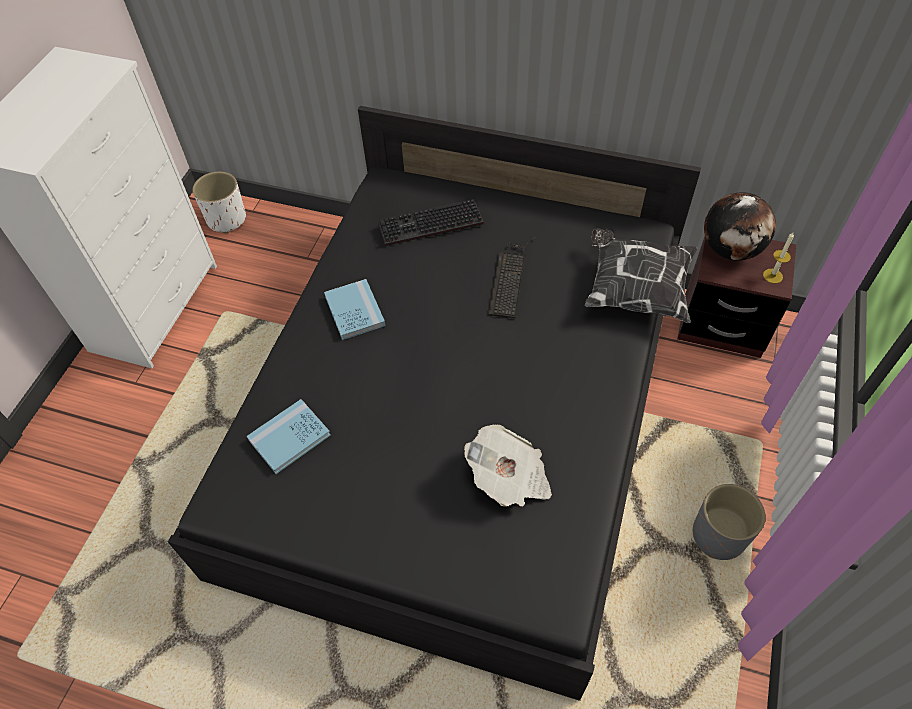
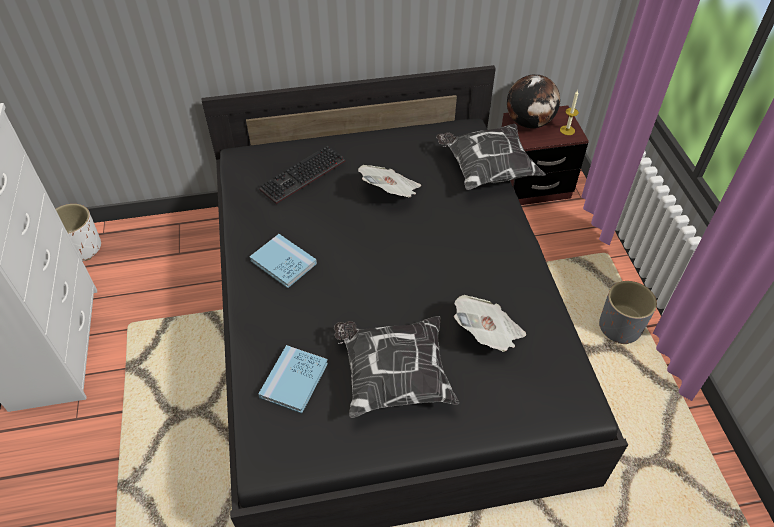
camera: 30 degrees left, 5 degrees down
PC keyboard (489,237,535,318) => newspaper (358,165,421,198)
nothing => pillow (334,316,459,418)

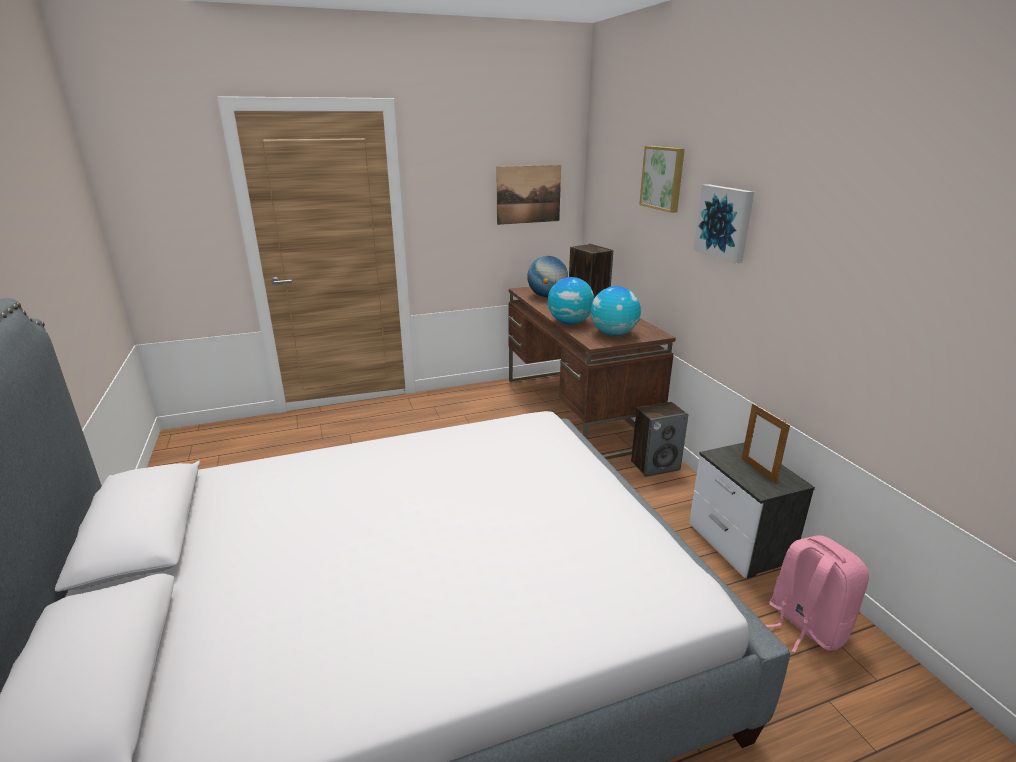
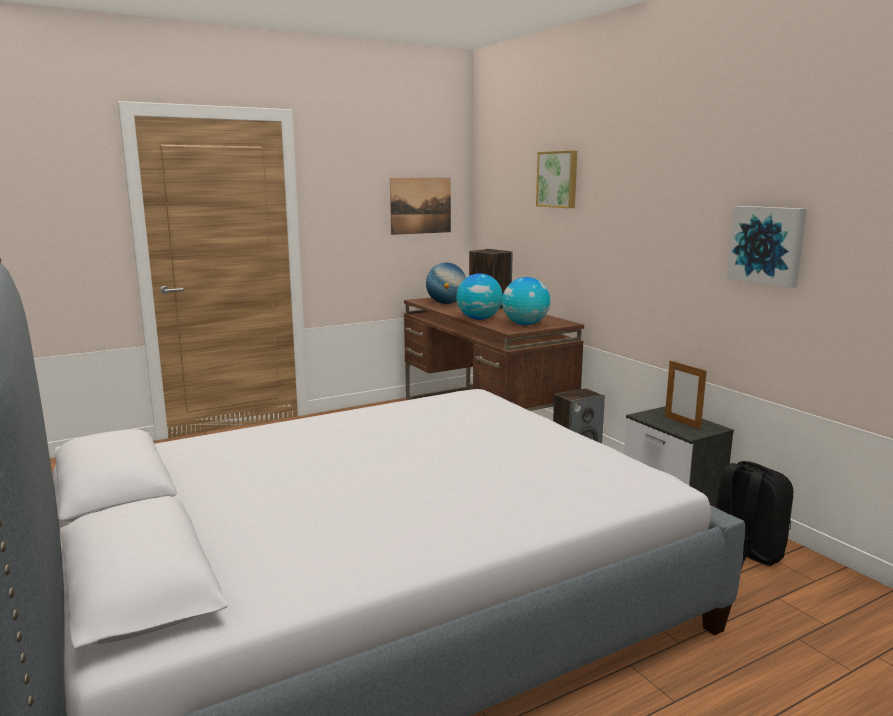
camera: 10 degrees left, 10 degrees down
wall art (694,184,754,264) => wall art (727,206,807,288), relocated
pink-coloured backpack (766,535,869,653) => blackish backpack (716,461,793,570)

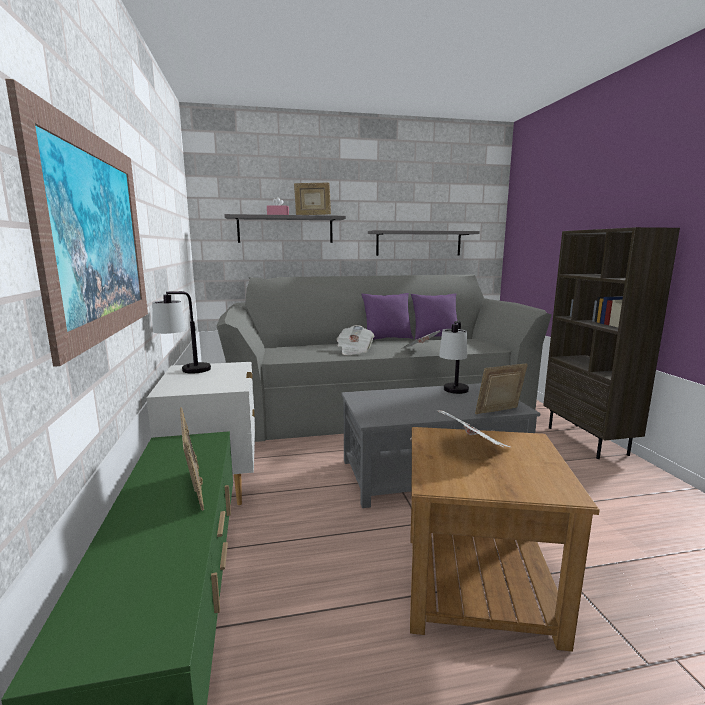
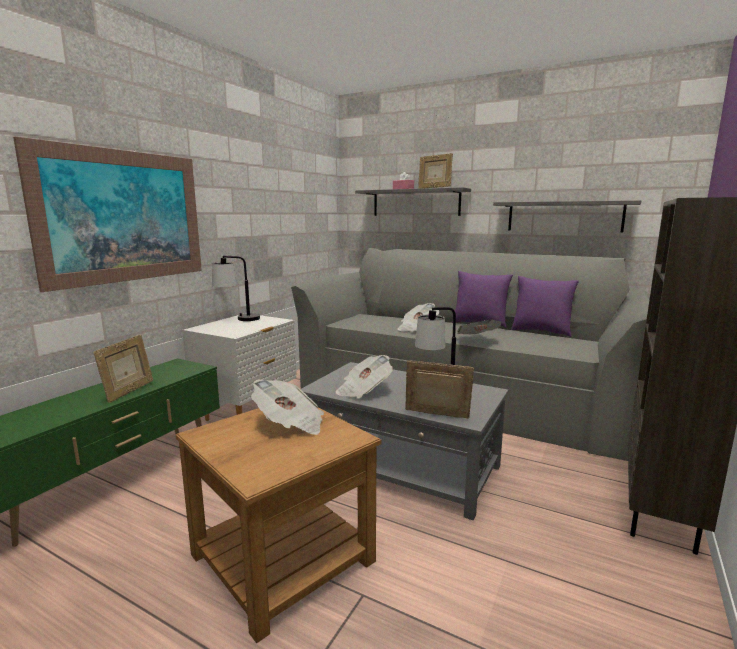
camera: 40 degrees right, 0 degrees up
nothing => newspaper (335,355,393,398)

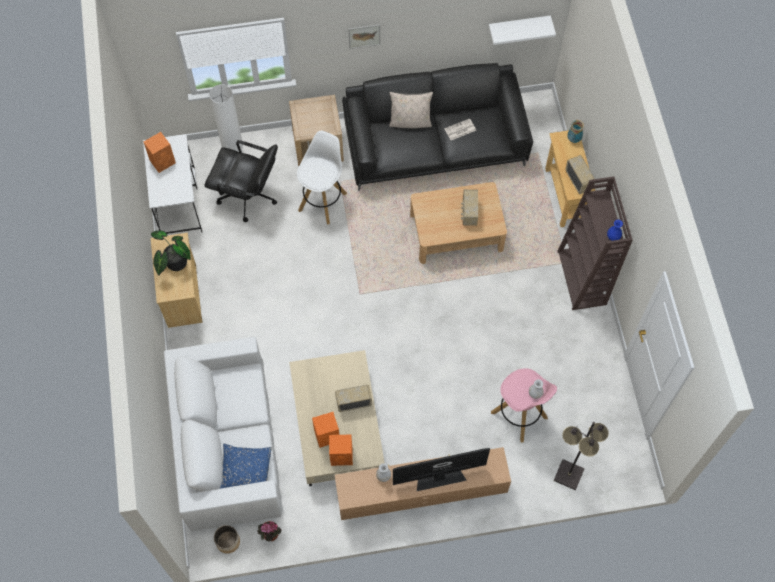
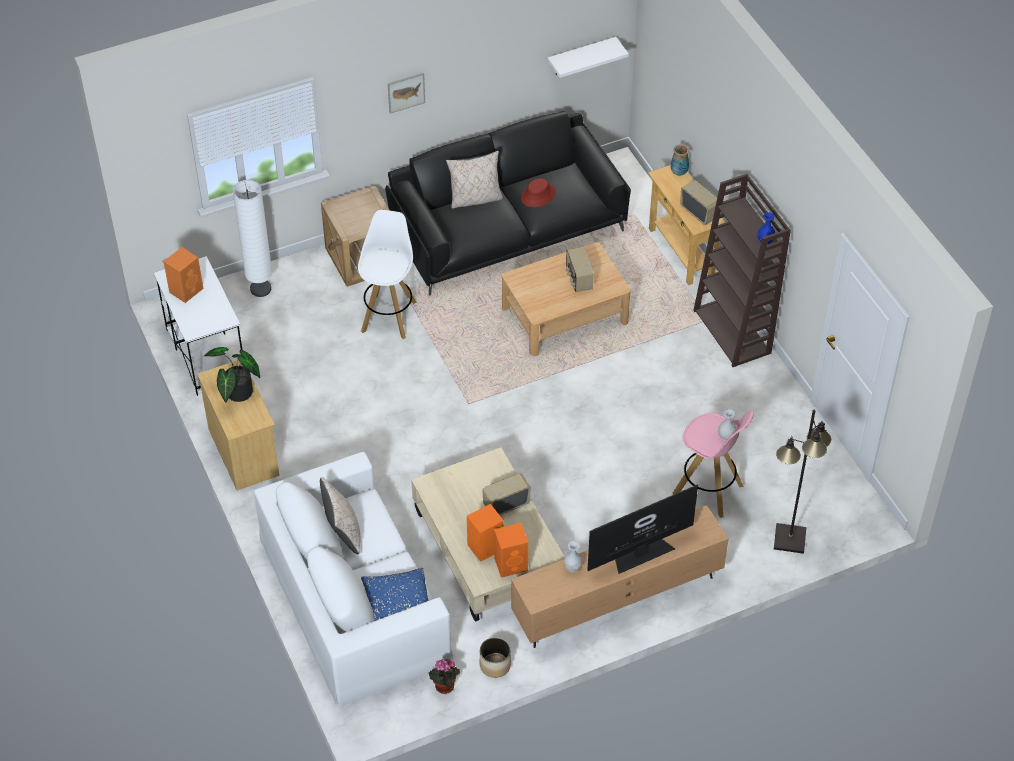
camera: 15 degrees left, 15 degrees down
blackish office chair (204,140,278,222) => nothing
planter (214,525,240,554) => planter (480,637,511,678), relocated
newspaper (444,119,476,140) => reddish clothing hat (521,178,556,207)
nothing => beige pillow (320,477,360,554)

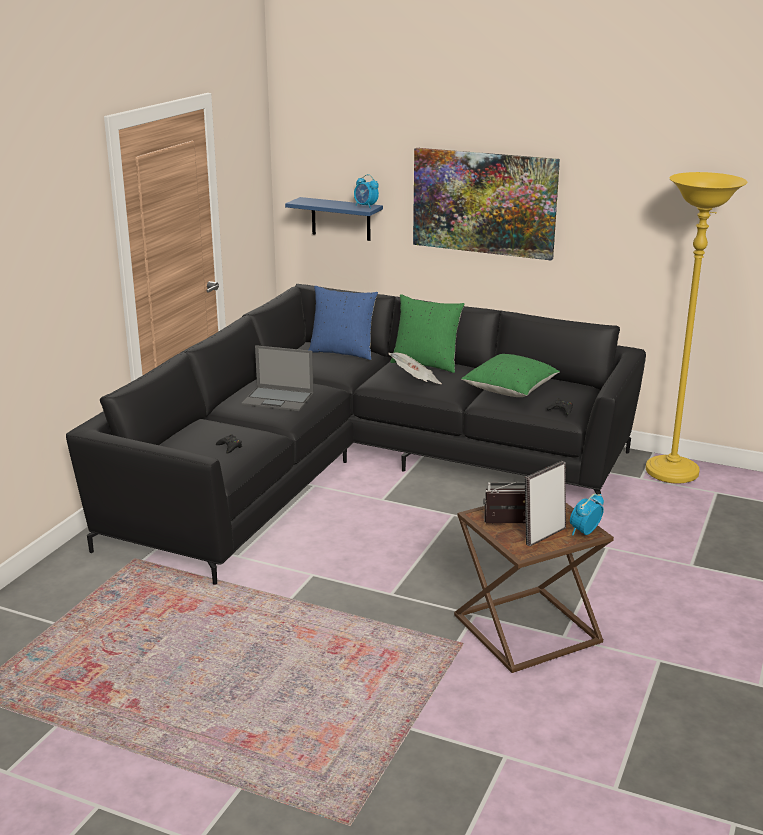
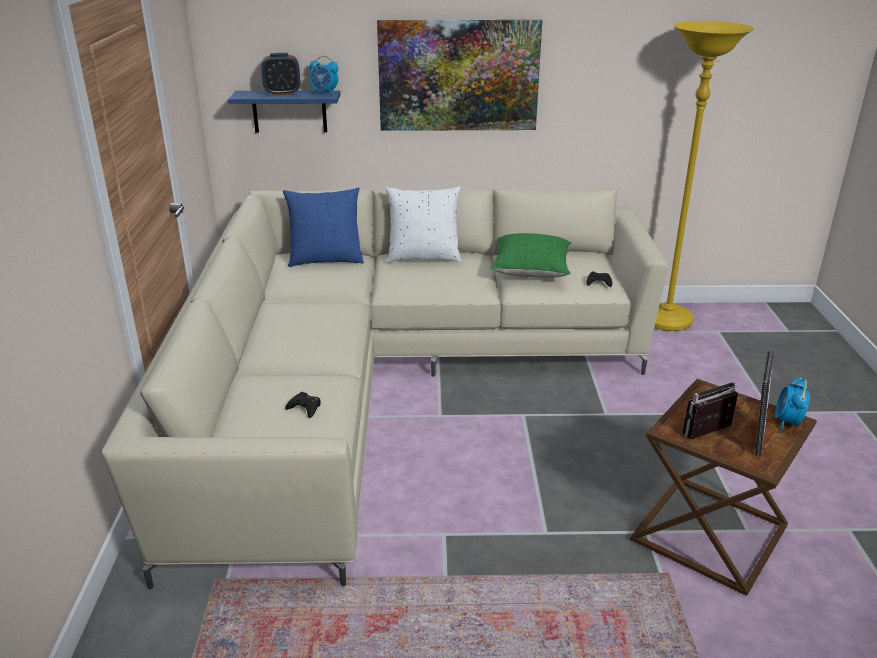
camera: 25 degrees left, 5 degrees up
blackish settee (66,284,646,585) => beige settee (102,188,668,589)
portable computer (241,345,314,411) => nothing
newspaper (388,352,442,384) => nothing
green pillow (390,294,465,373) => whitish pillow (385,186,461,263)
nothing => bedside clock (262,53,301,96)

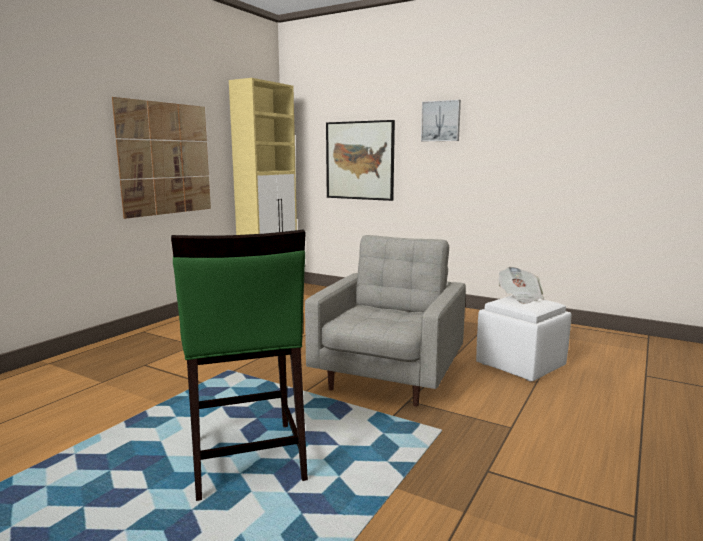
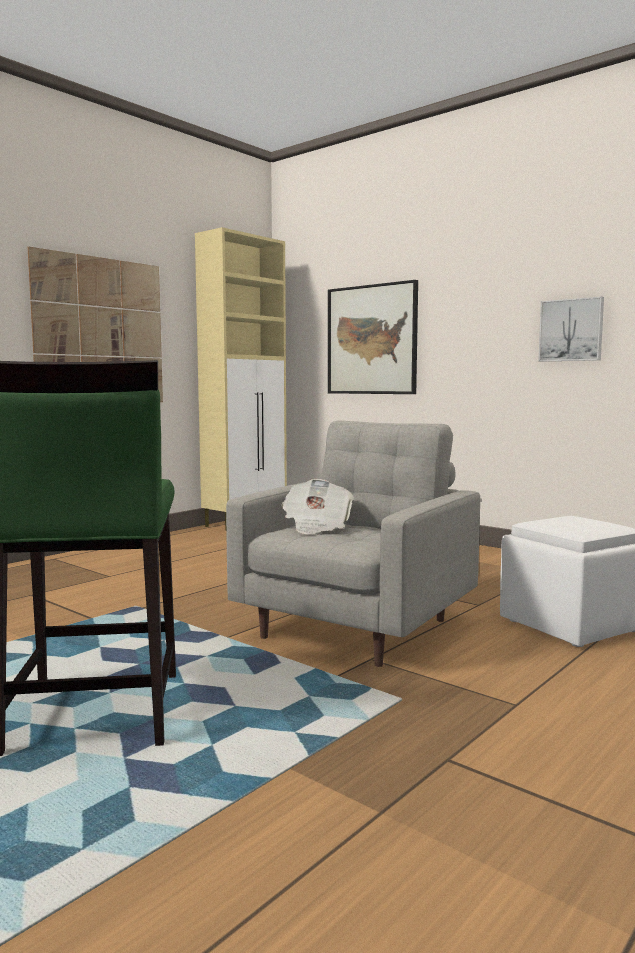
camera: 10 degrees right, 5 degrees down
wall art (421,100,461,141) => wall art (538,297,604,362), relocated
newspaper (498,267,544,304) => newspaper (281,479,354,534), relocated

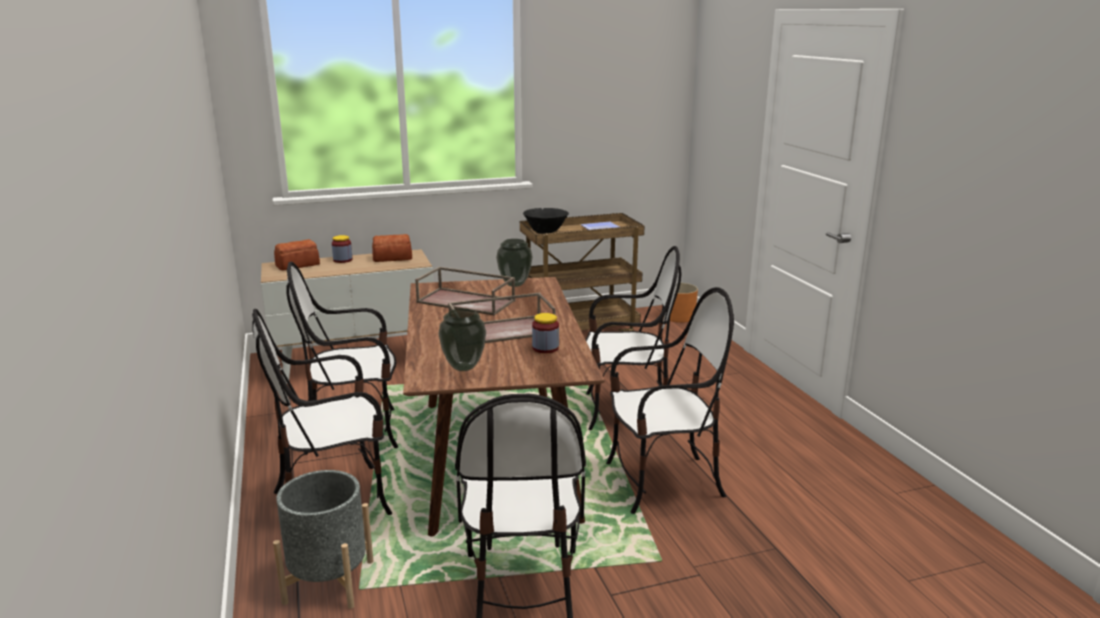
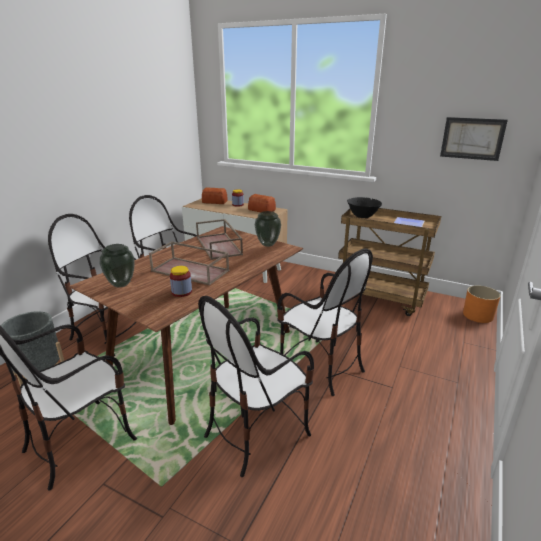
camera: 45 degrees right, 5 degrees up
chair (606,287,734,514) => chair (198,296,314,477), 105 degrees clockwise
nothing => wall art (440,117,508,161)

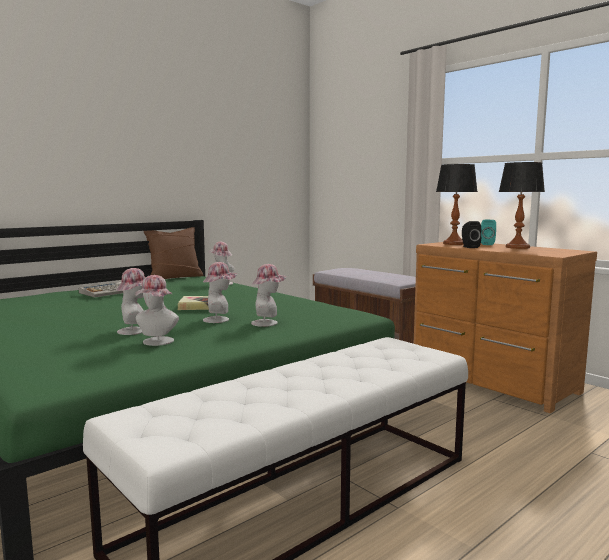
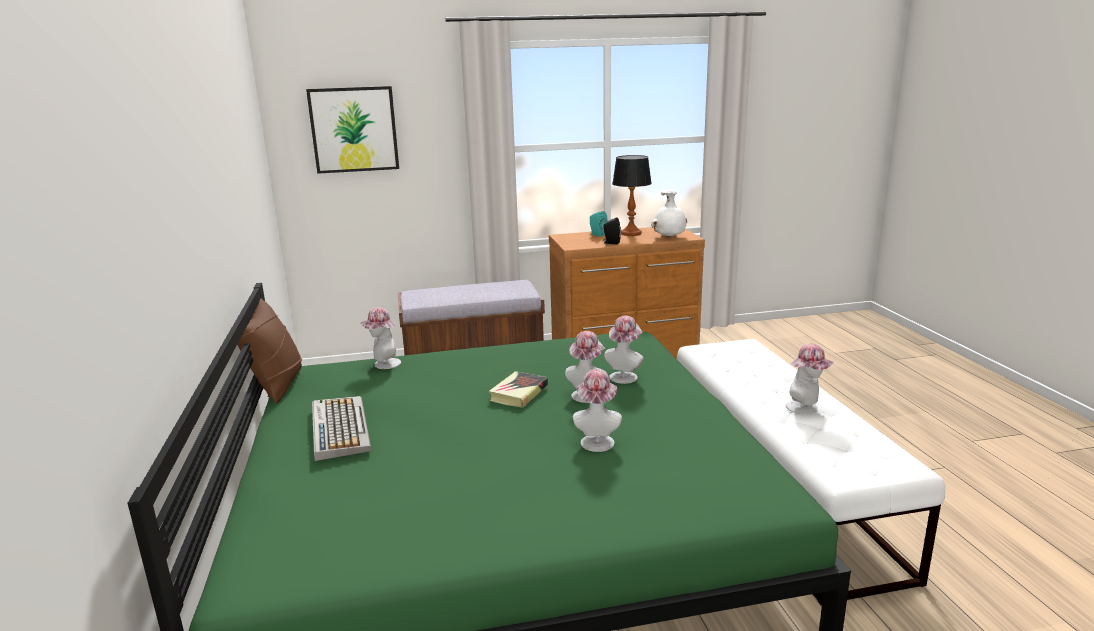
camera: 60 degrees left, 10 degrees up
clothing hat (135,275,179,346) => clothing hat (786,344,834,414), relocated
tabletop lamp (436,164,477,245) => nothing
nothing => wall art (306,86,399,174)
nothing => whitish flower vase (651,189,687,237)

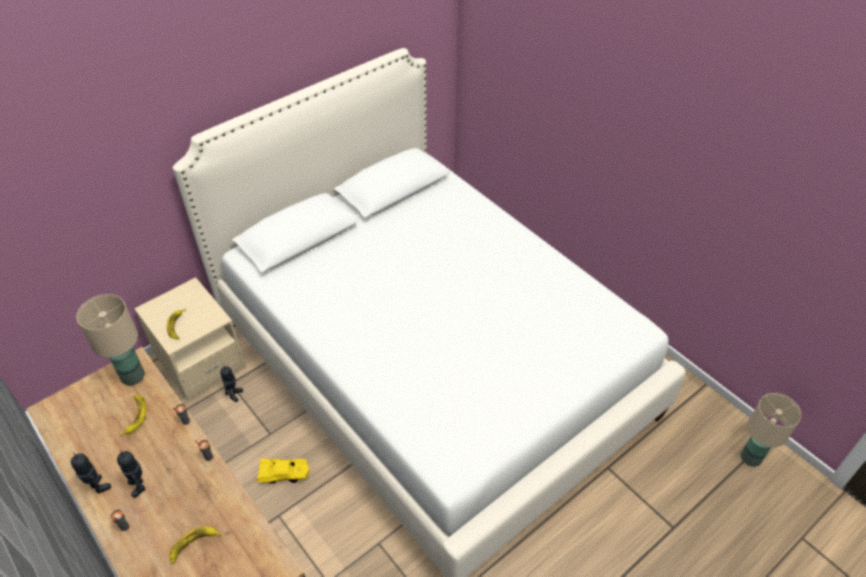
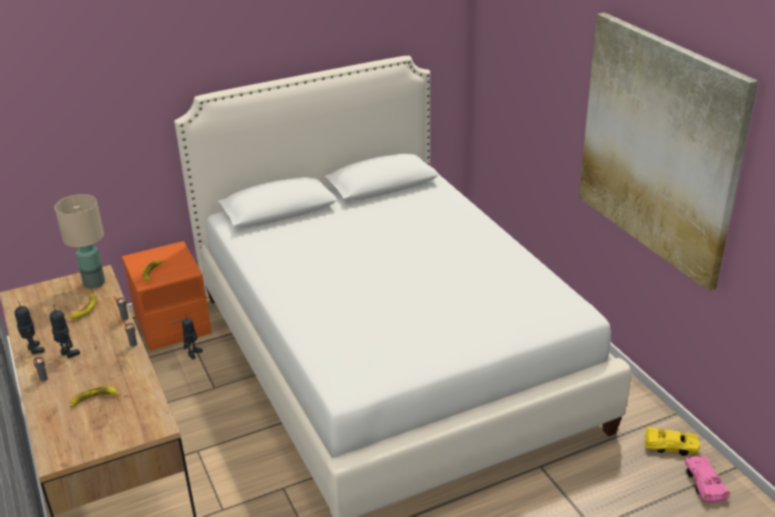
camera: 15 degrees right, 15 degrees down
model robot (117,450,145,498) => model robot (50,307,80,358), 135 degrees clockwise
beige bedside table (134,277,246,400) => orangey bedside table (122,241,212,351)
yellow toy car (257,458,309,484) => yellow toy car (645,426,700,456), relocated
beige tabletop lamp (741,393,801,467) => pink-coloured toy car (685,455,730,503)
nothing => wall art (579,12,758,291)

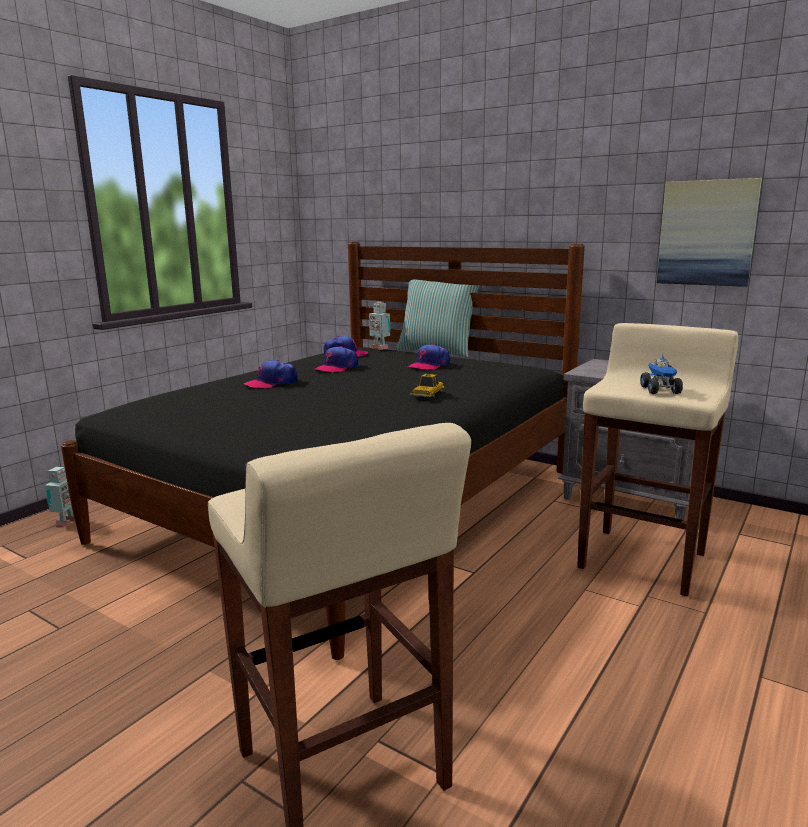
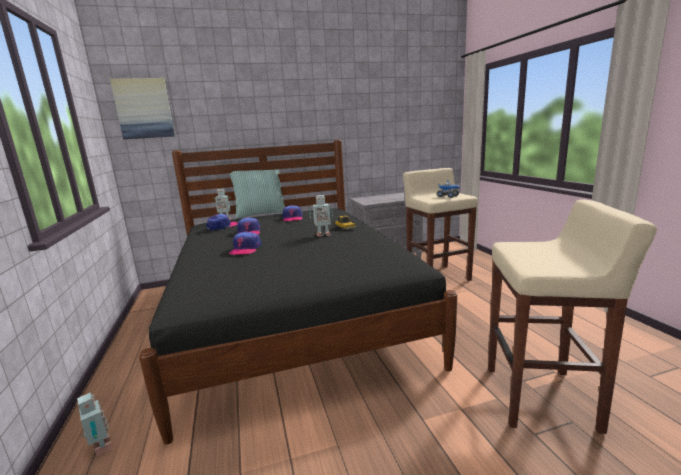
camera: 50 degrees left, 0 degrees up
wall art (656,178,762,287) => wall art (110,78,175,139), relocated
nothing => model robot (309,195,333,237)

